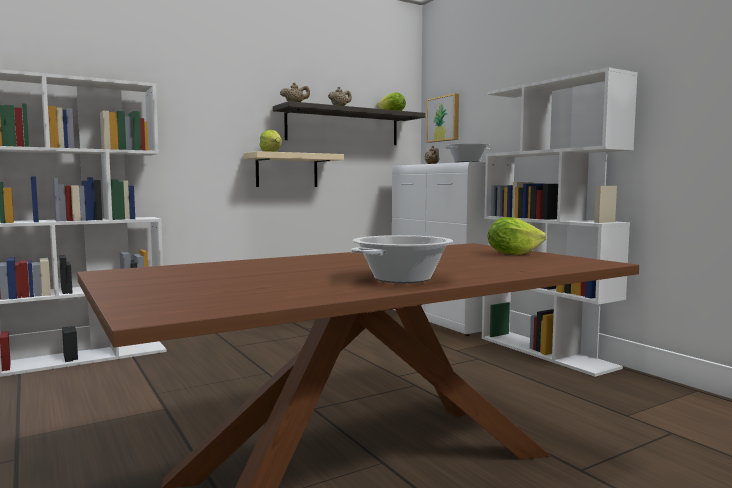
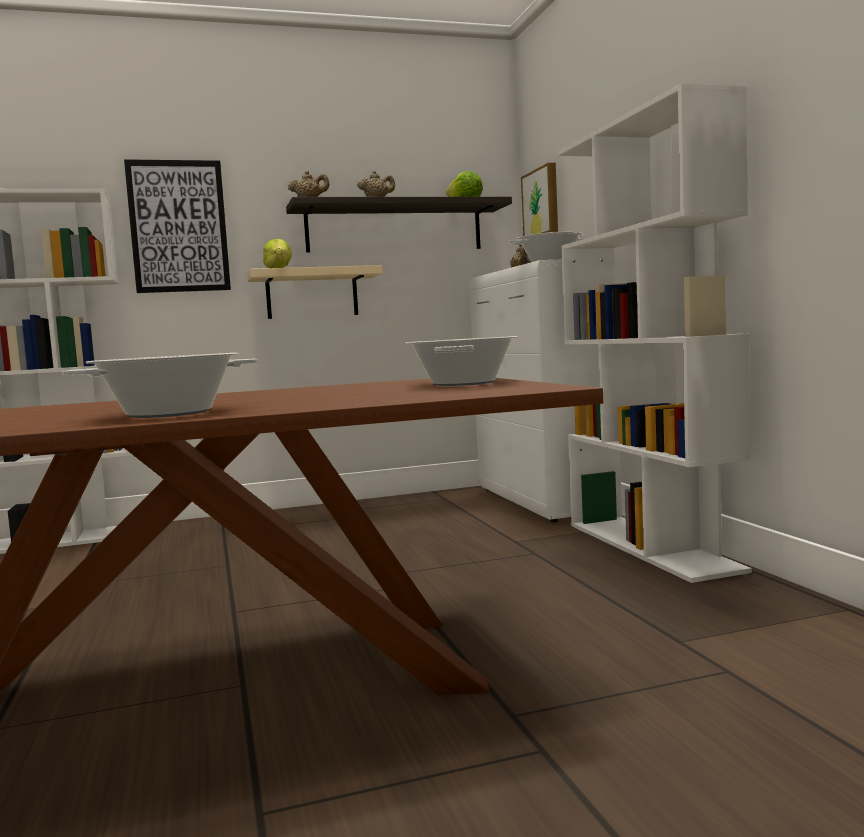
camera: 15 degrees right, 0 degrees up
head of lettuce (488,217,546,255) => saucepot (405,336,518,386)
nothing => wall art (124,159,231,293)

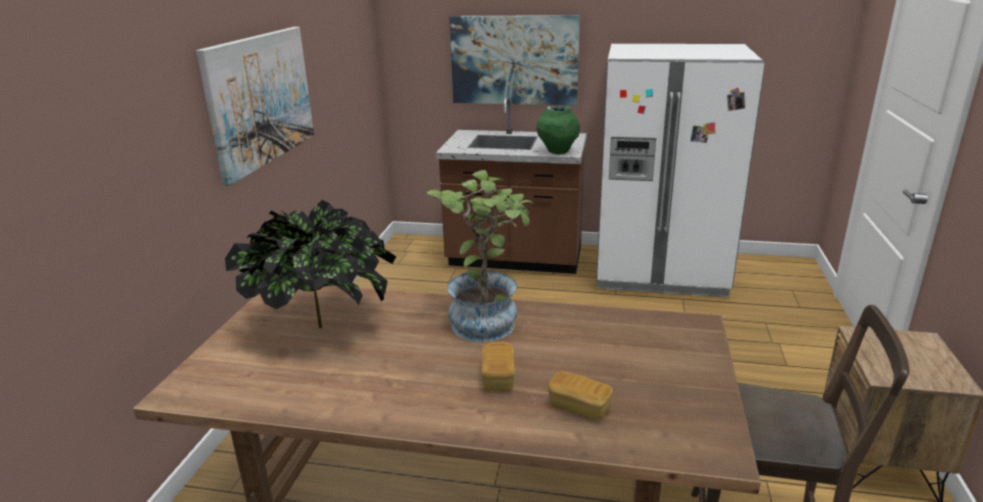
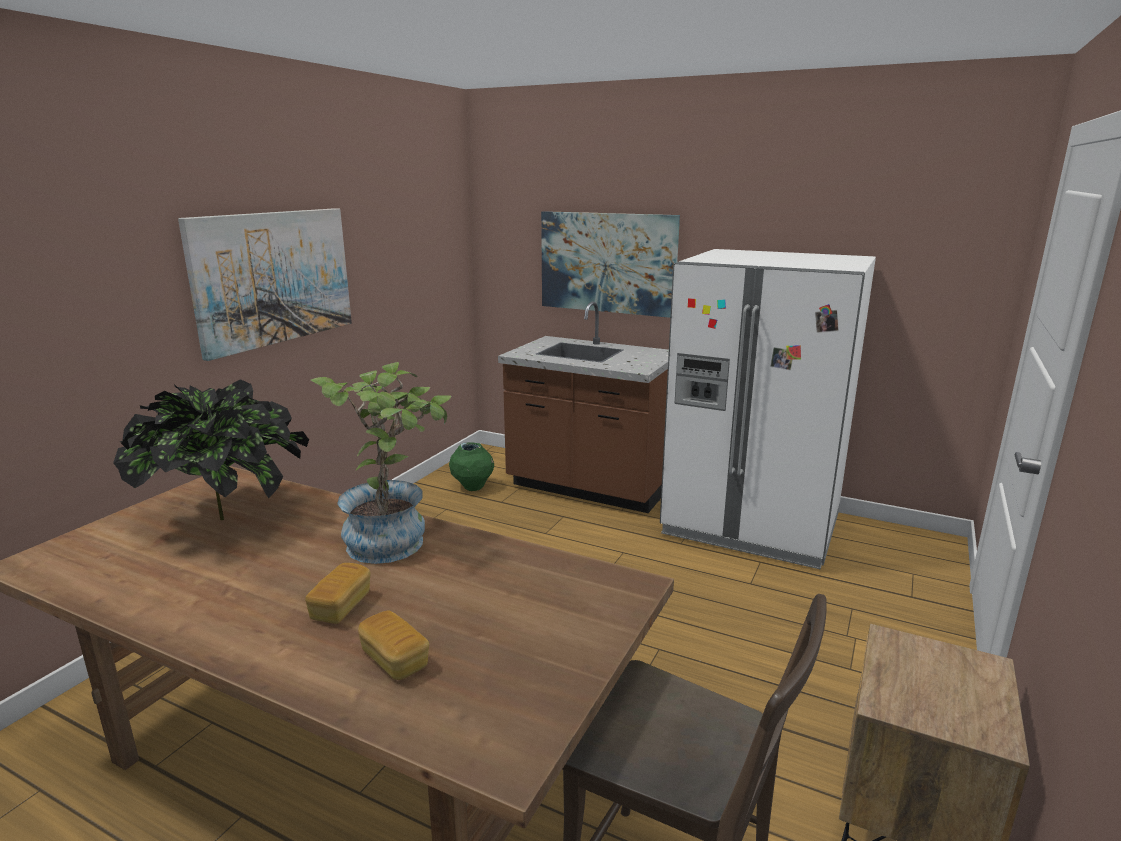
camera: 15 degrees right, 5 degrees down
green flower vase (536,106,580,154) => green flower vase (449,442,494,491), relocated

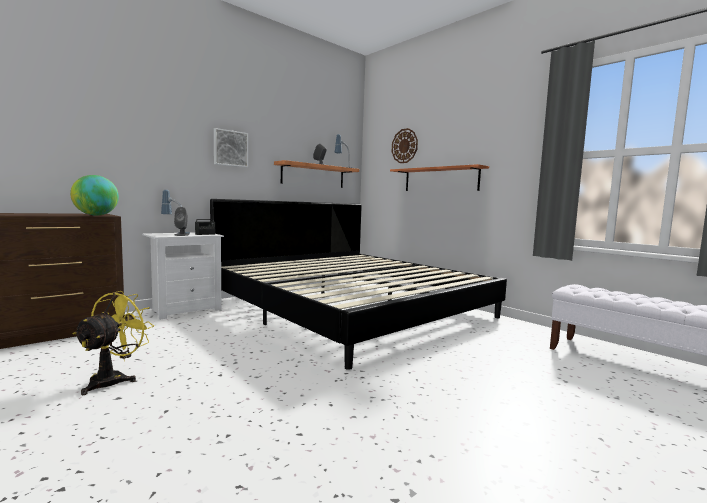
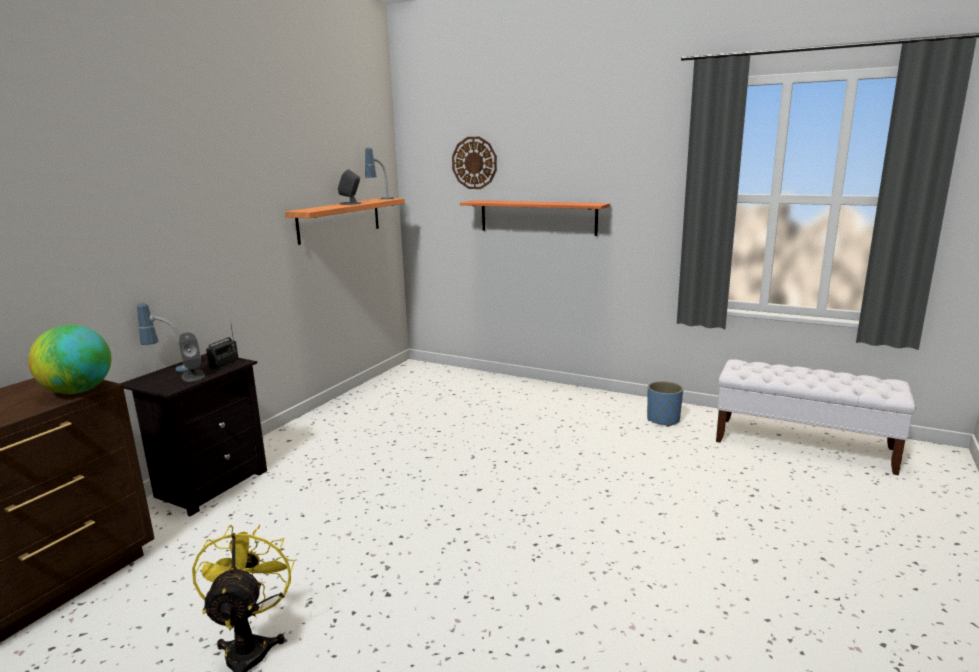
camera: 20 degrees left, 10 degrees up
whitish bedside table (142,232,224,320) => blackish bedside table (120,353,267,516)
bedroom bed (210,199,507,370) => nothing
wall art (214,128,248,167) => nothing
nothing => blue-coloured planter (647,381,683,427)

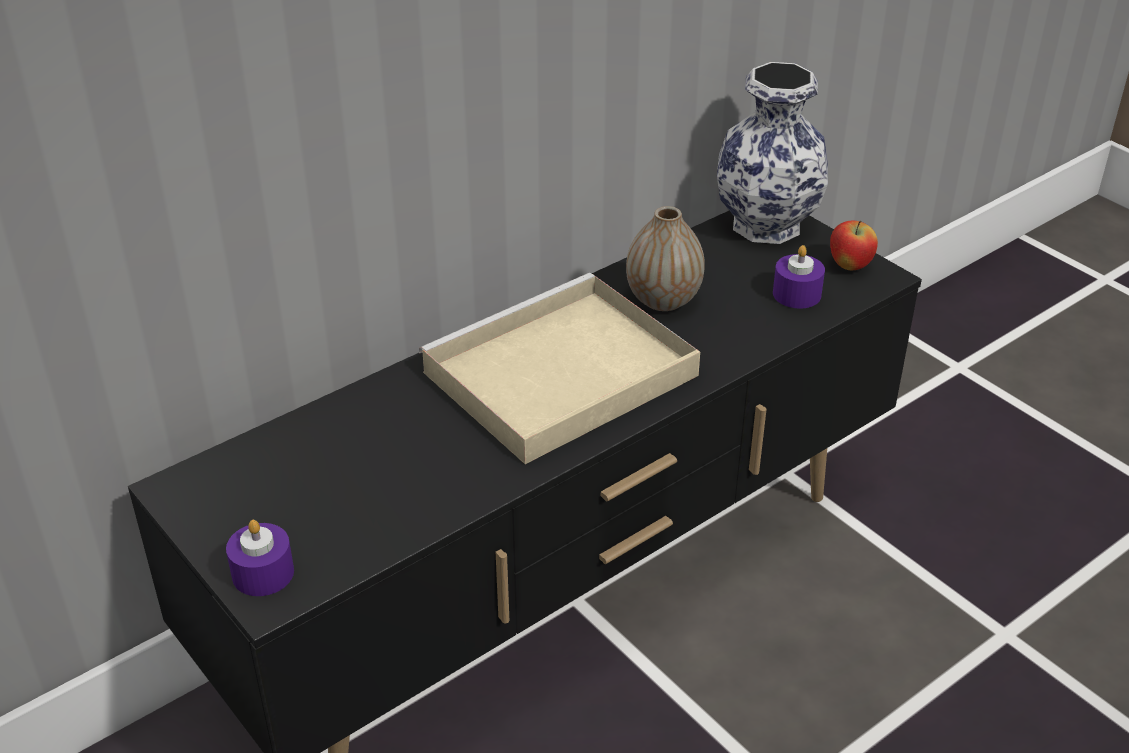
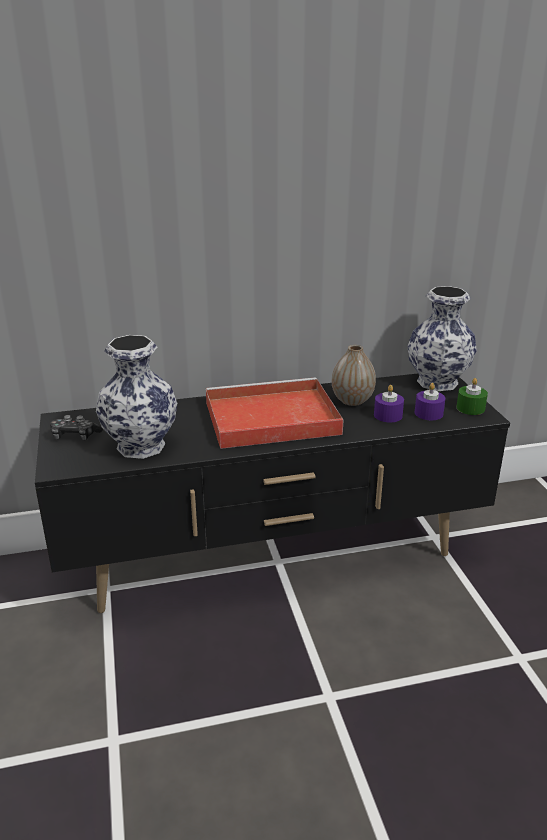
camera: 25 degrees right, 10 degrees down
purple wax light (226,520,294,596) => purple wax light (374,385,404,422), relocated
beige serving tray (419,273,700,464) => reddish serving tray (206,377,343,449)
apple fruit (830,221,878,270) => green wax light (456,378,488,415)
nothing => gamepad (50,415,103,440)
nothing => flower vase (96,335,177,459)

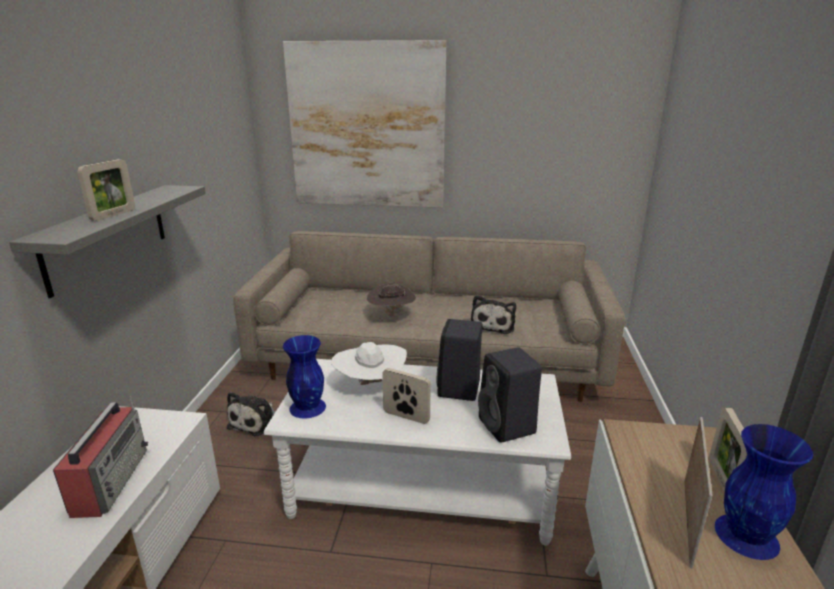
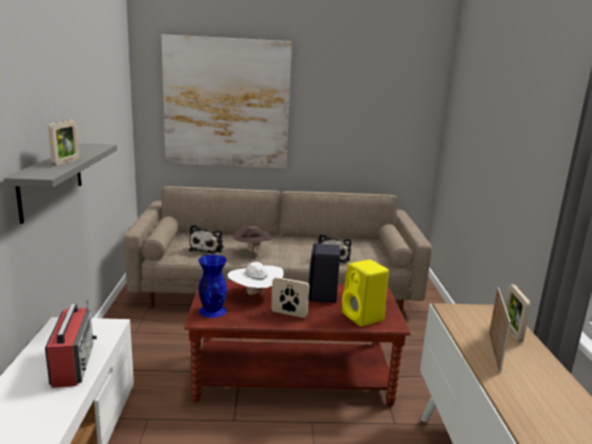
camera: 10 degrees left, 5 degrees down
plush toy (227,392,275,436) => plush toy (189,224,224,254), relocated
whitish coffee table (264,359,571,545) => brownish coffee table (184,281,411,406)
blackish loudspeaker (478,347,542,443) => yellow loudspeaker (342,259,389,326)
blue-coloured flower vase (715,424,813,560) => nothing

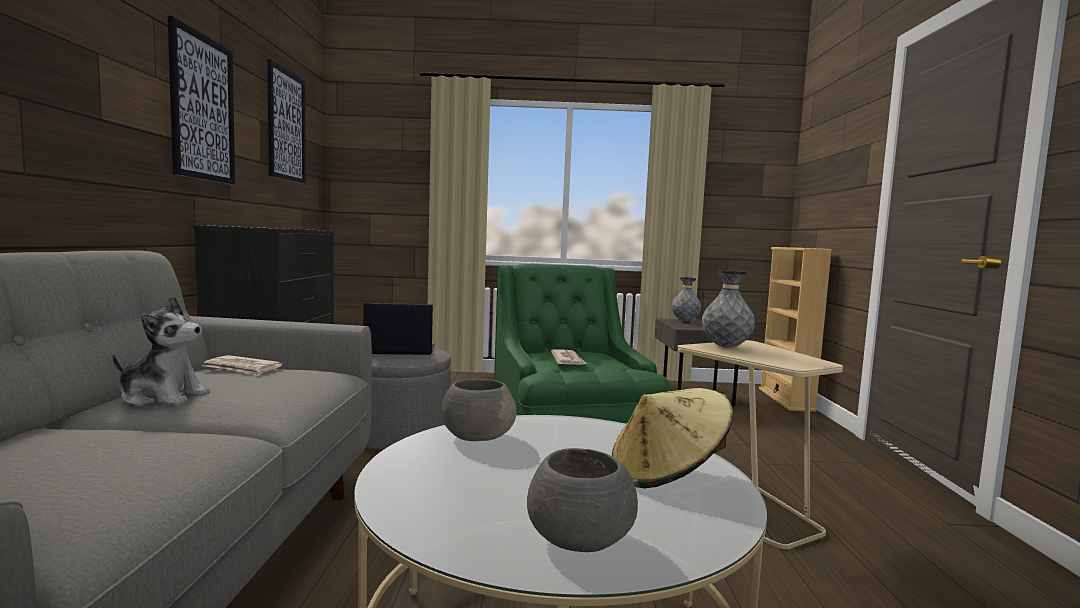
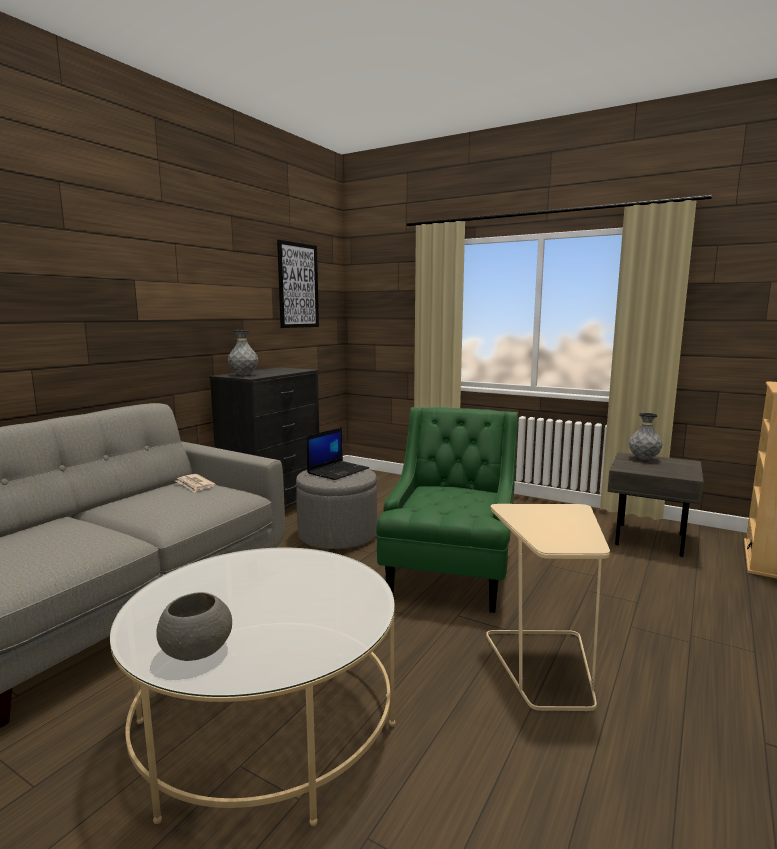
camera: 30 degrees right, 5 degrees up
plush toy (112,296,210,406) => nothing
wall art (168,16,235,185) => nothing
portable computer (363,303,435,355) => portable computer (307,428,369,480), 105 degrees clockwise
greyish serving bowl (441,379,517,441) => nothing
newspaper (551,349,587,365) => nothing
beige clothing hat (612,388,733,489) => nothing
greyish flower vase (702,270,755,348) => greyish flower vase (228,330,258,376), relocated

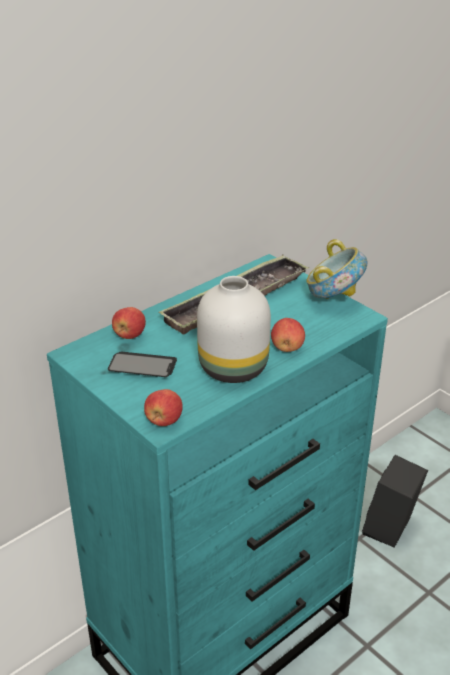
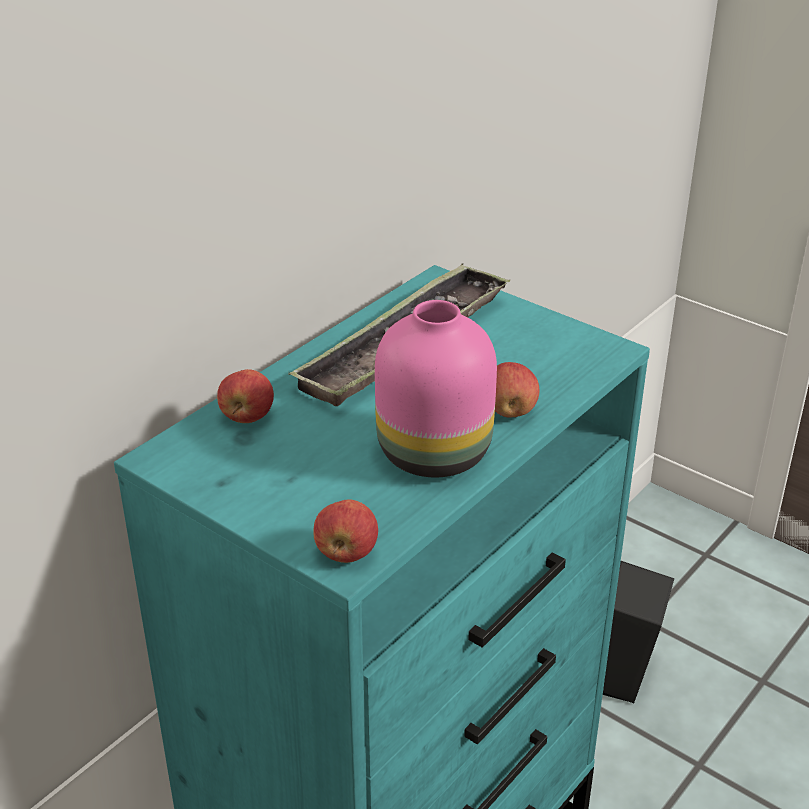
camera: 10 degrees left, 0 degrees up
phone (108,352,177,377) => nothing
whitish flower vase (197,276,271,383) => pink-coloured flower vase (375,300,497,477)
serving bowl (307,239,367,299) => nothing

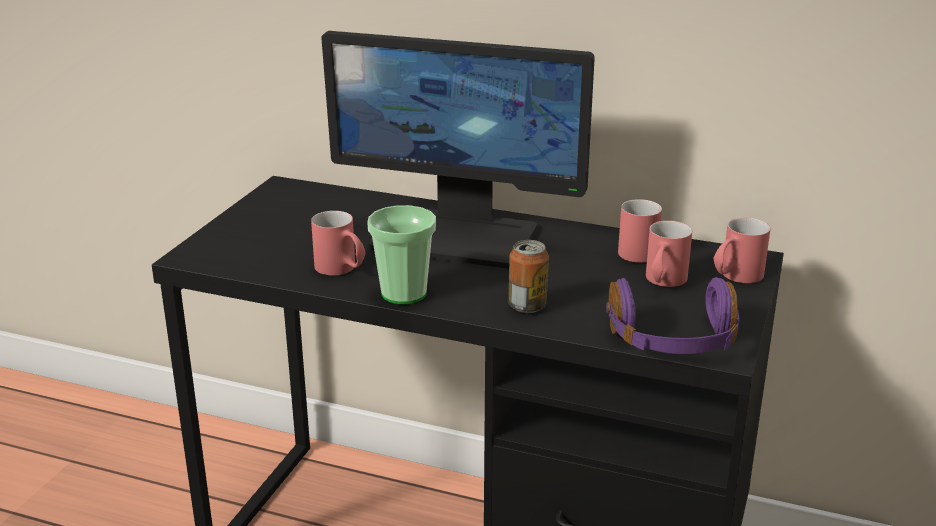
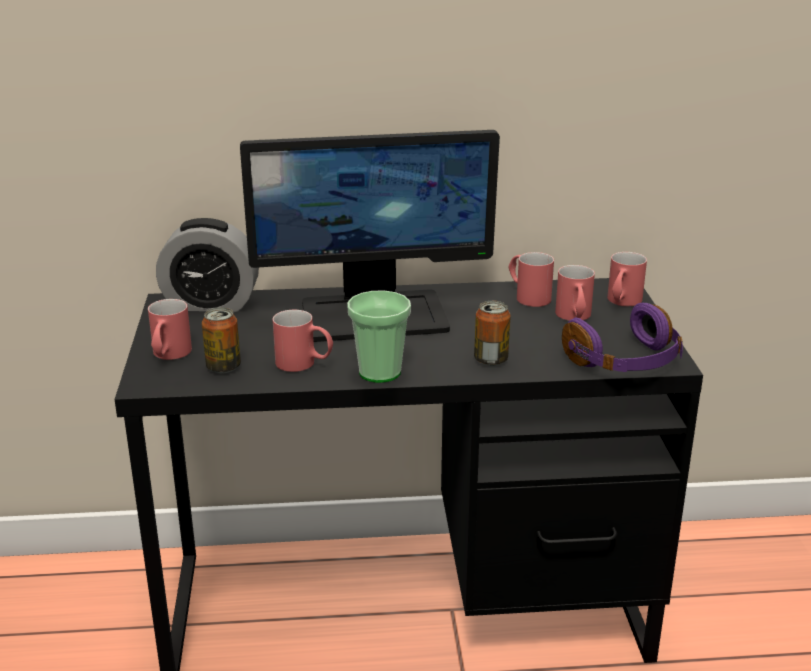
camera: 25 degrees left, 0 degrees up
nothing => reddish coffee mug (148,299,192,360)
nothing => bedside clock (156,218,259,312)
nothing => can (202,307,241,373)

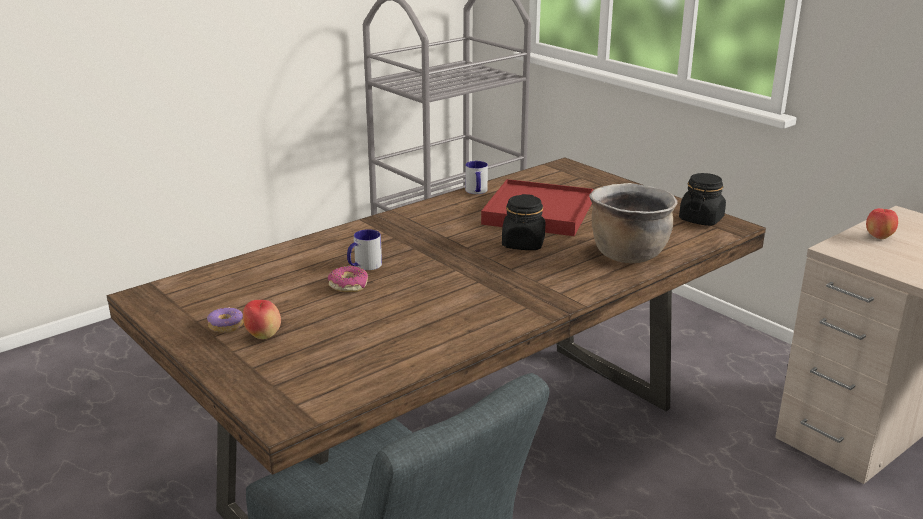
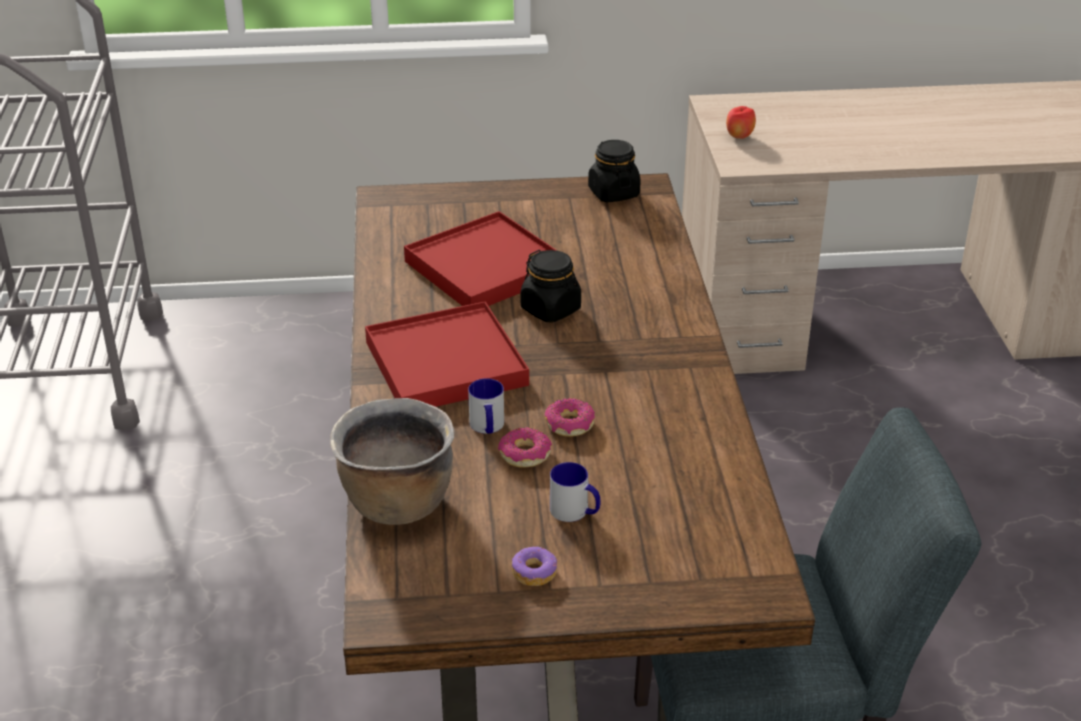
camera: 55 degrees left, 10 degrees up
apple fruit (243,300,281,339) => nothing
coffee mug (465,161,488,194) => coffee mug (550,462,601,522), relocated
brownish saucepot (589,183,678,263) => brownish saucepot (330,398,455,525), relocated
nothing => reddish serving tray (365,301,529,407)
nothing => ring doughnut (545,398,595,437)

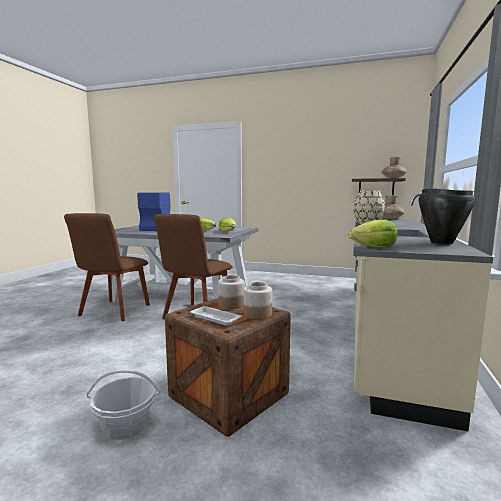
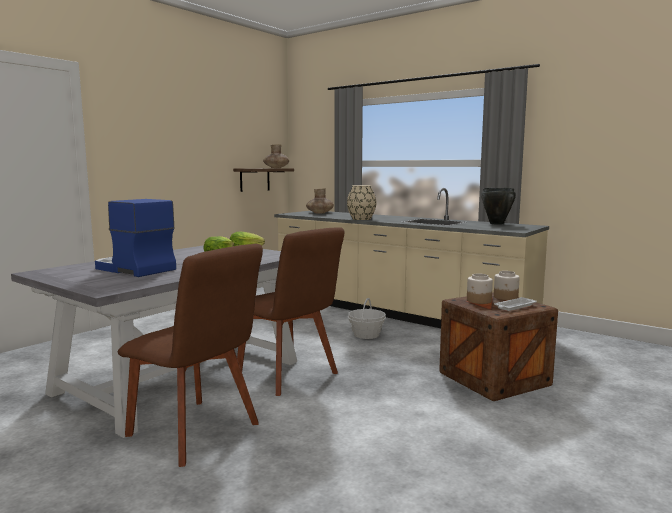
camera: 70 degrees left, 0 degrees up
basket (86,370,160,440) => basket (348,298,386,339), relocated
head of lettuce (349,219,398,248) => nothing

